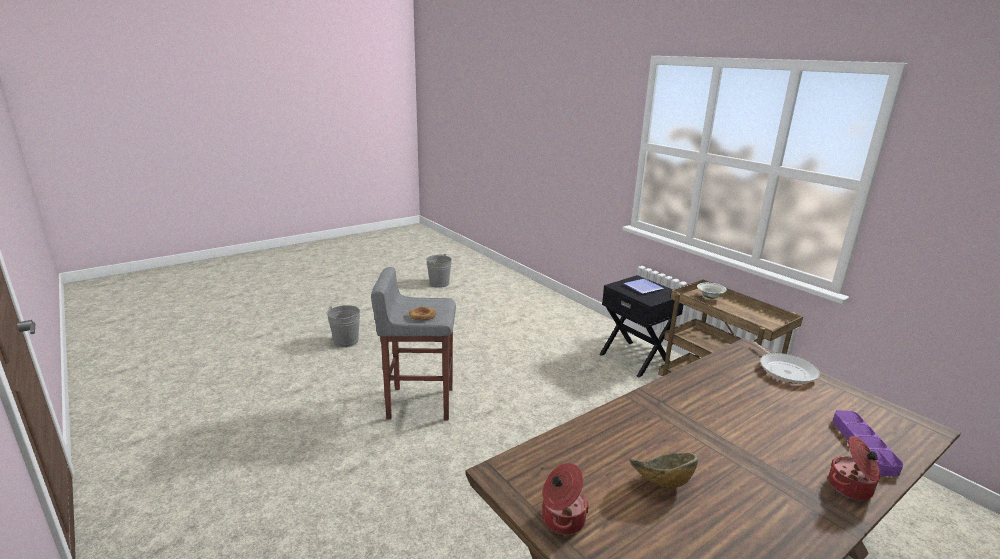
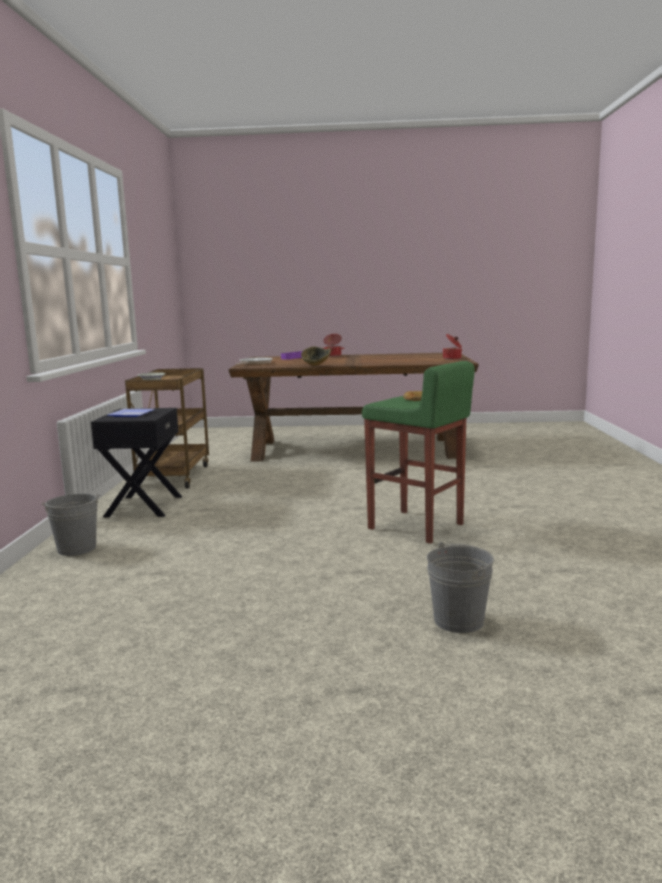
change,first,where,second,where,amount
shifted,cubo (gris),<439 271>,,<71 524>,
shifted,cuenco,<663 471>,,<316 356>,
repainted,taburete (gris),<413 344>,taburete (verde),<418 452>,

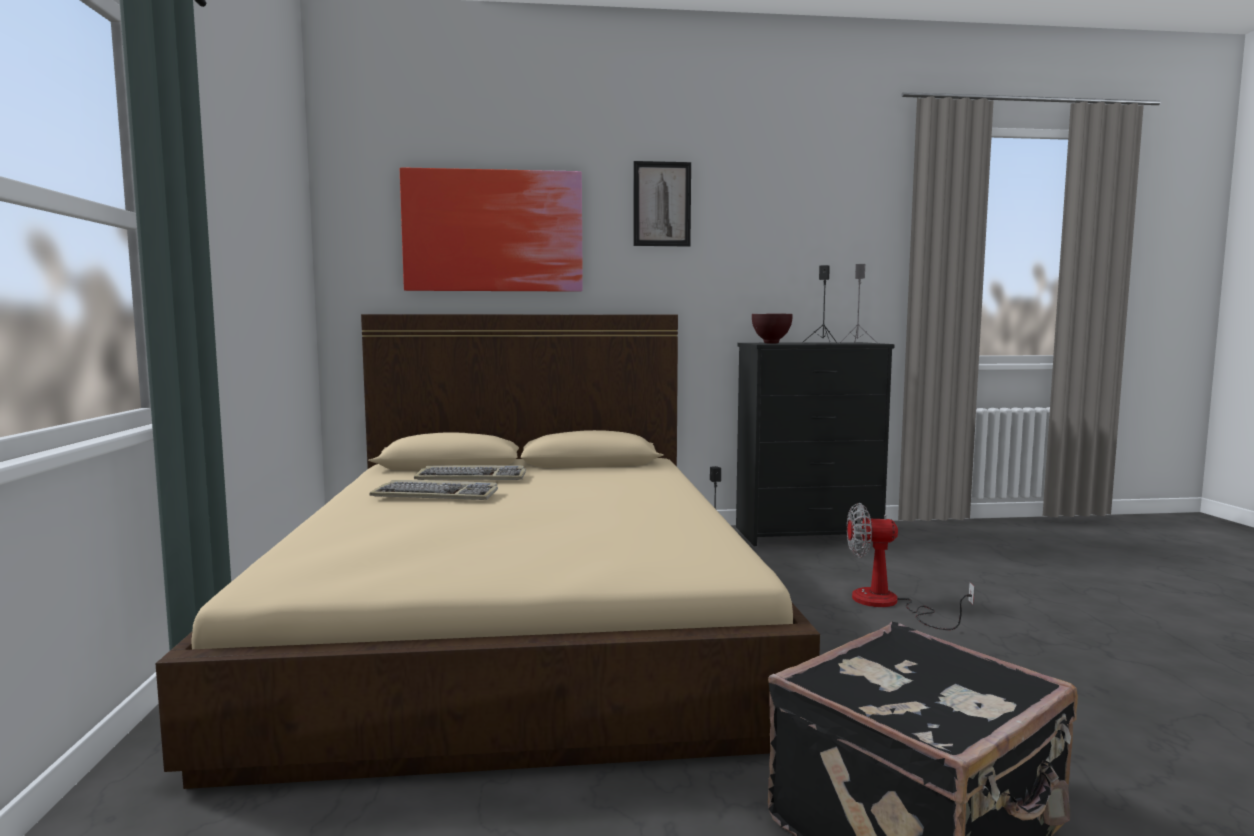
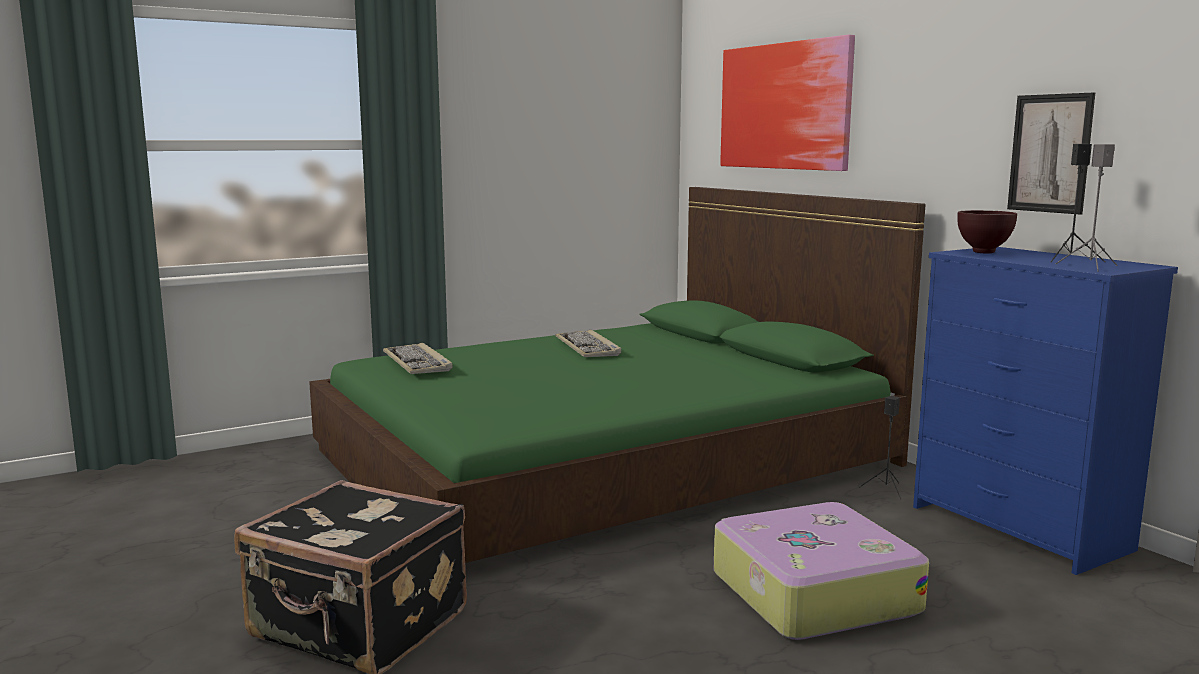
change,first,where,second,where,amount
repainted,cama (beis),<488 551>,cama (verde),<617 375>,
shifted,teclado,<470 472>,,<418 358>,
swapped,ventilador,<911 566>,maleta,<821 571>,
repainted,cómoda (negro),<815 444>,cómoda (azul),<1045 411>,
shifted,cuadro,<662 204>,,<1051 154>,

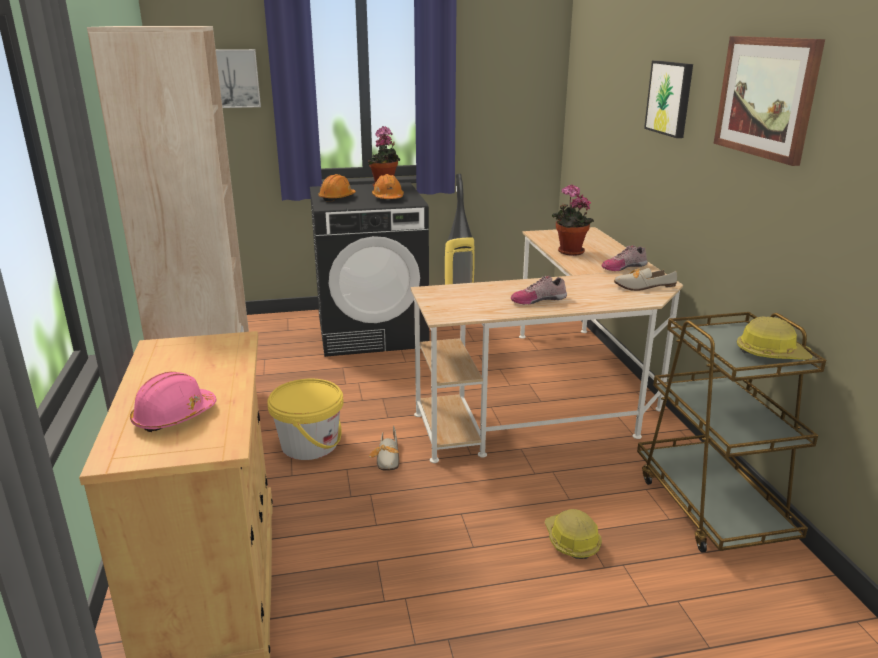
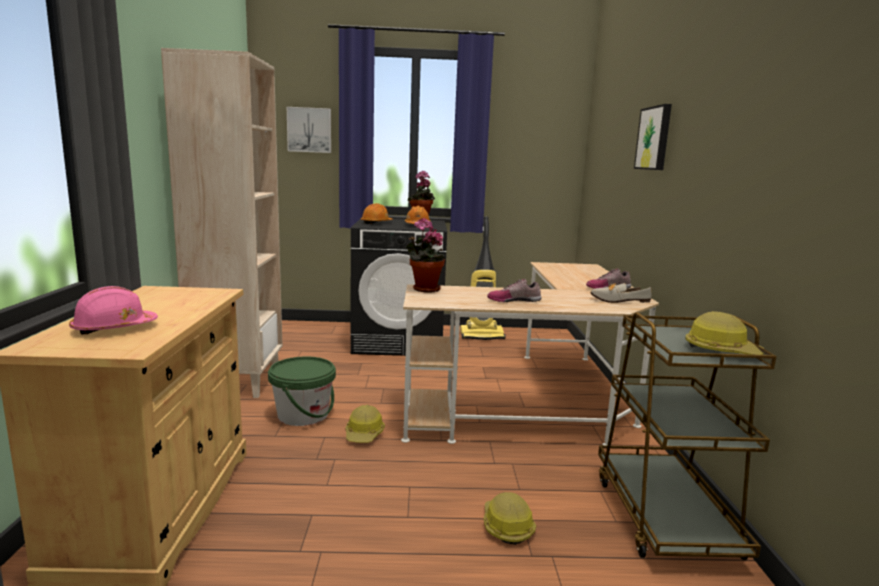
change,first,where,second,where,amount
repainted,cubo (amarillo),<305 419>,cubo (verde),<302 391>,
swapped,zapato,<384 448>,casco,<365 424>,
shifted,planta en maceta,<573 220>,,<425 255>,
gone,cuadro,<769 101>,,,

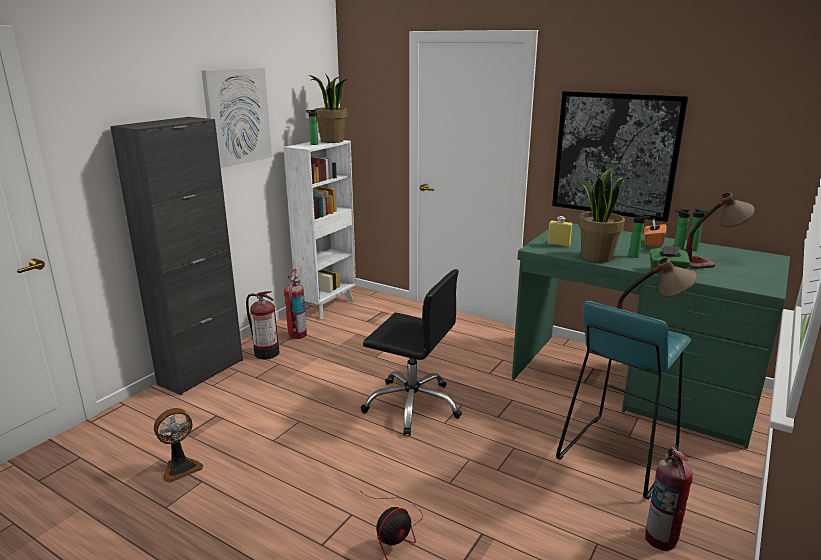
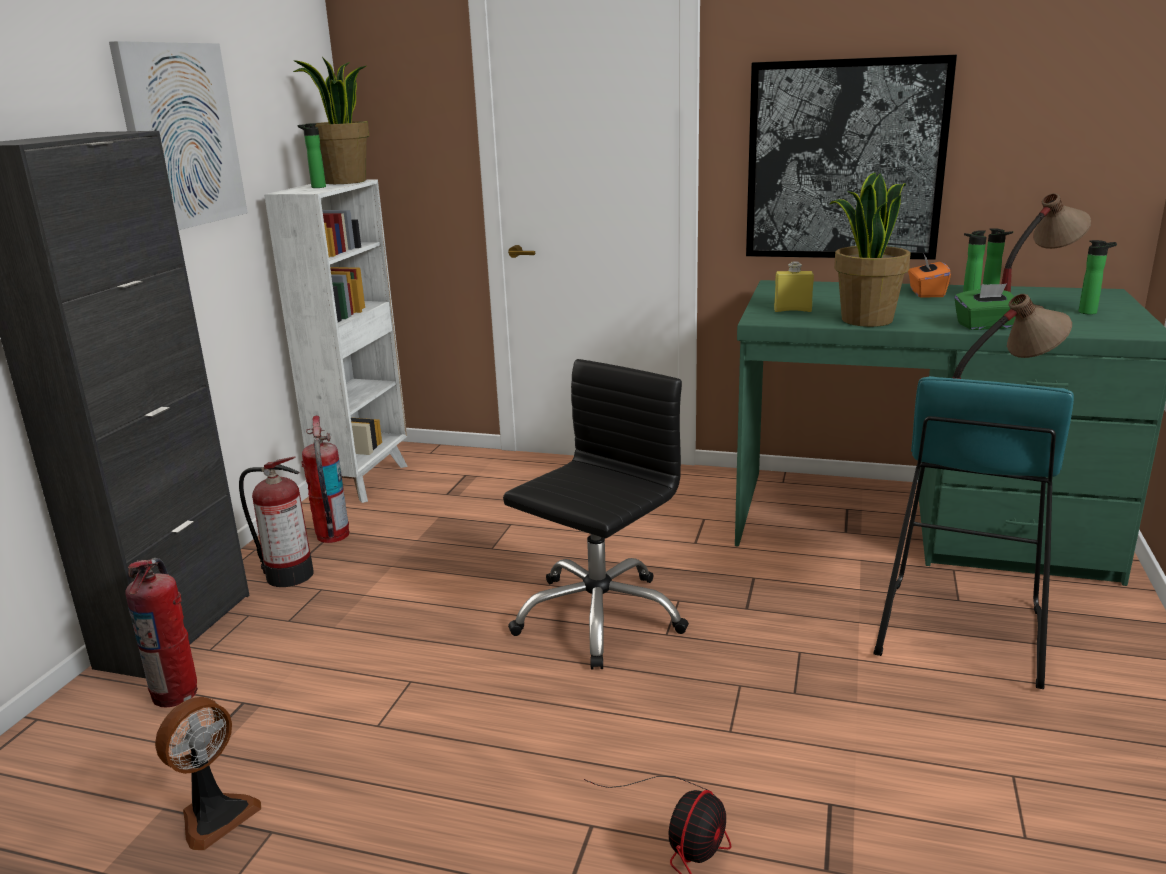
change,first,where,second,where,amount
shifted,extintor,<669 499>,,<161 632>,
rotated,silla de oficina (negro),<411 352>,,<596 514>,60 degrees counterclockwise
shifted,botella,<639 236>,,<1098 277>,

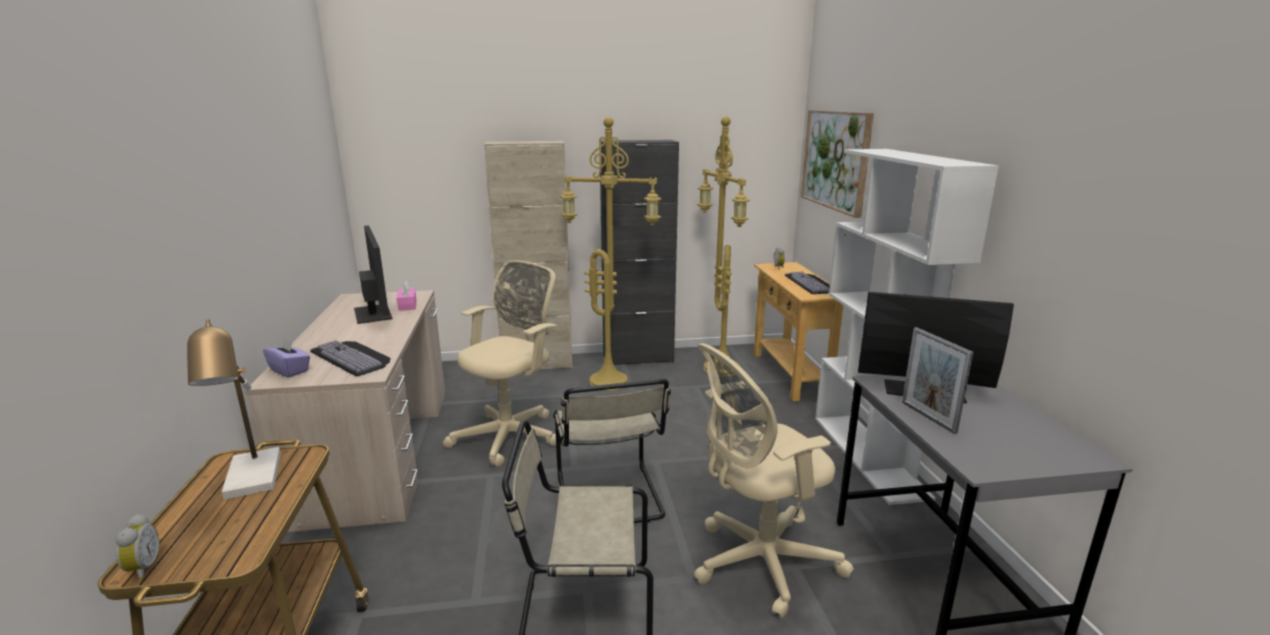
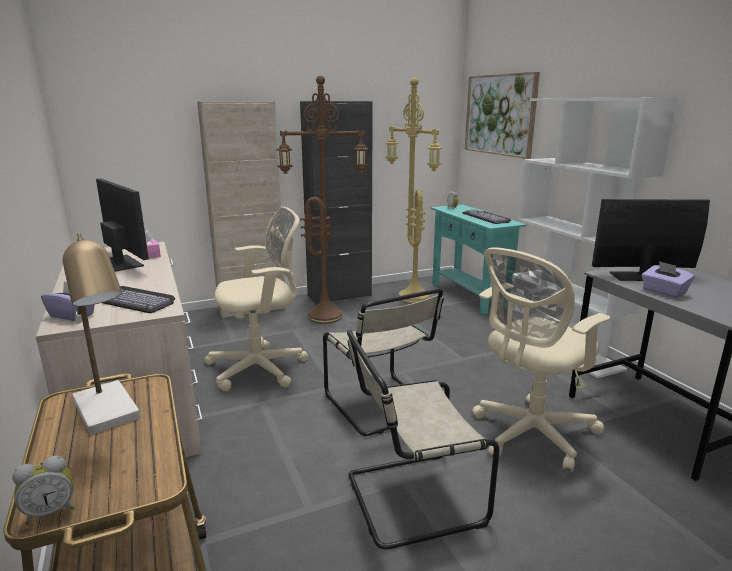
change,first,where,second,where,amount
rotated,despertador,<137 547>,,<43 490>,90 degrees clockwise
rotated,silla de oficina (beis),<500 363>,,<257 298>,45 degrees clockwise
repainted,lámpara de pie (amarillo),<610 254>,lámpara de pie (marrón),<323 199>,
repainted,mesa consola (beis),<798 331>,mesa consola (turquesa),<478 259>,
swapped,portarretratos,<938 380>,caja de pañuelos (morado),<668 279>,

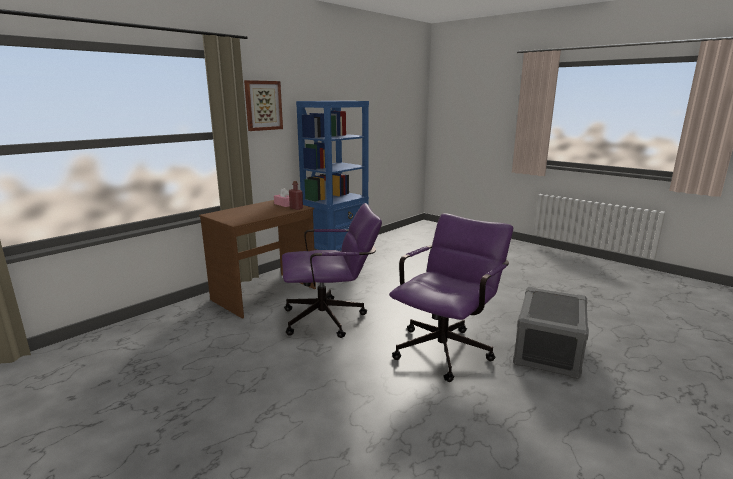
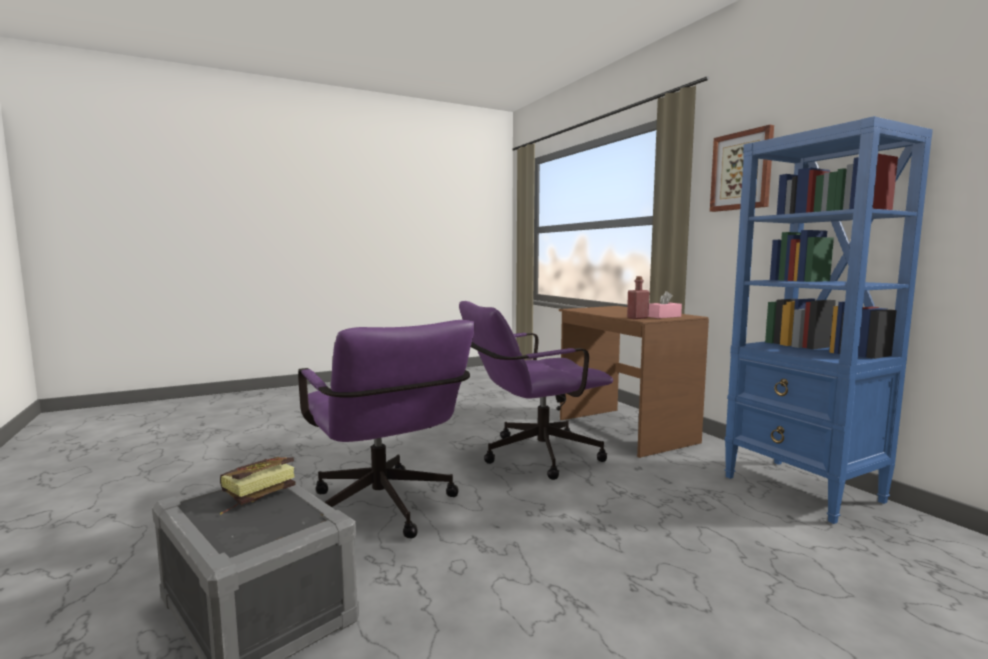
change,first,where,second,where,amount
new,,,libro,<257 486>,
rotated,silla de oficina (morado),<332 270>,,<536 390>,60 degrees clockwise

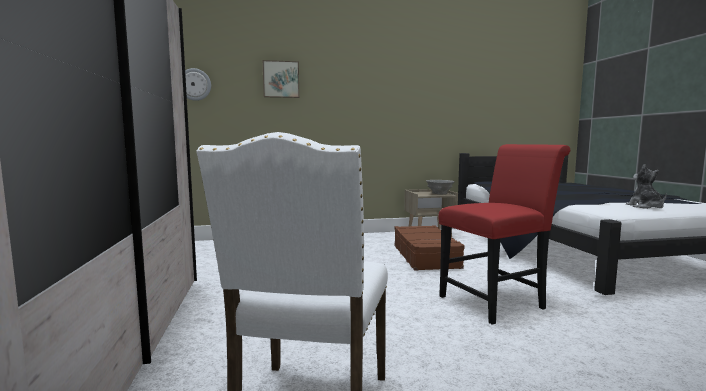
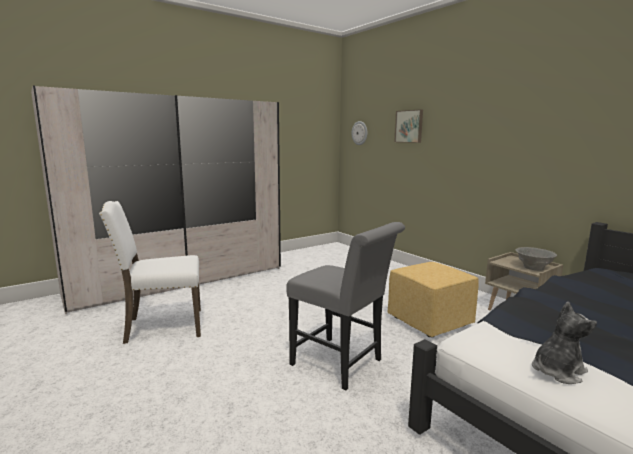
change,first,where,second,where,amount
repainted,silla (rojo),<504 234>,silla (gris),<345 306>,
swapped,maleta (marrón),<429 248>,puf (amarillo),<433 299>,

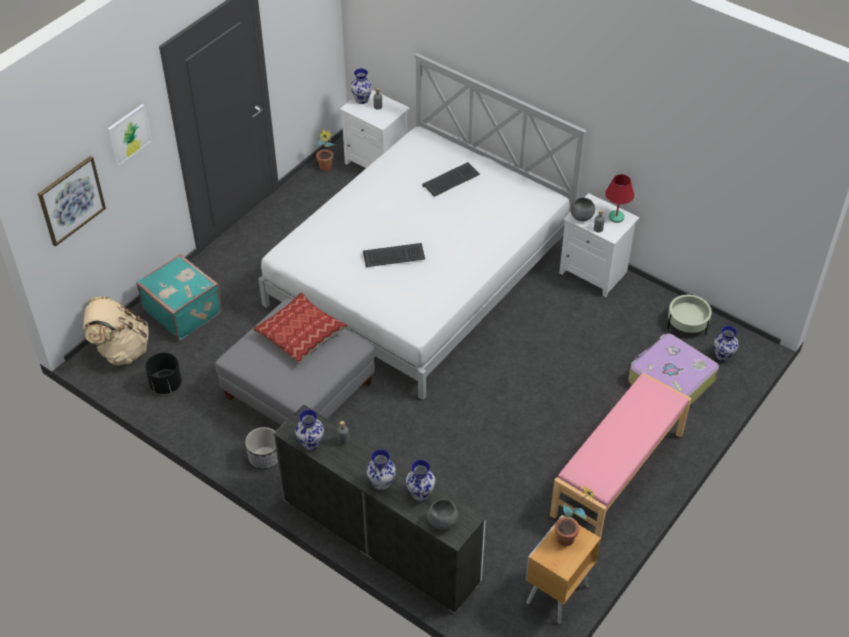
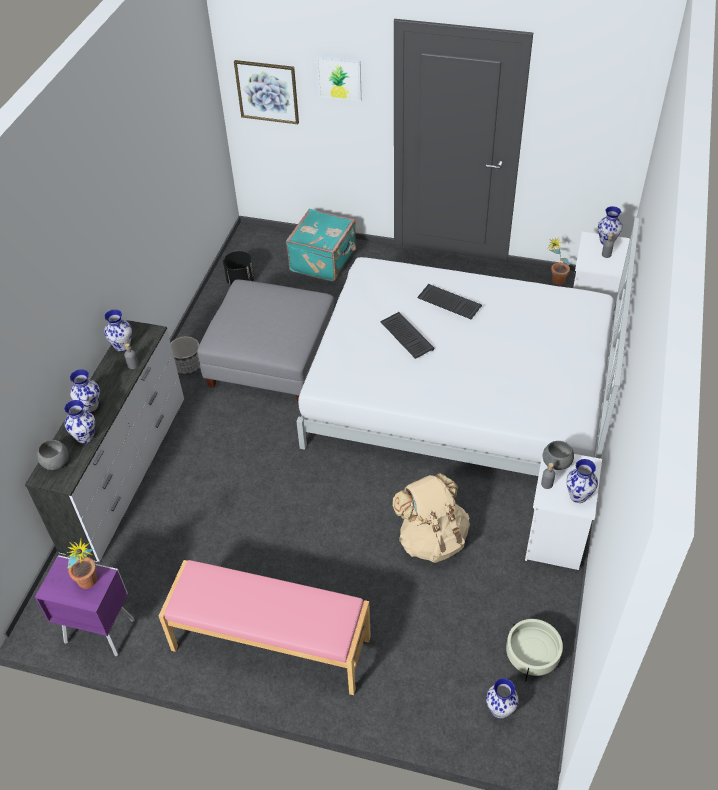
change,first,where,second,where,amount
repainted,mesita de noche (marrón),<563 569>,mesita de noche (morado),<84 605>,
shifted,mochila (beis),<116 330>,,<431 518>,
shifted,teclado,<451 179>,,<449 301>,
swapped,lámpara de mesa (rojo),<619 198>,florero,<582 481>,
gone,cojín,<300 328>,,,
gone,maleta,<673 369>,,,

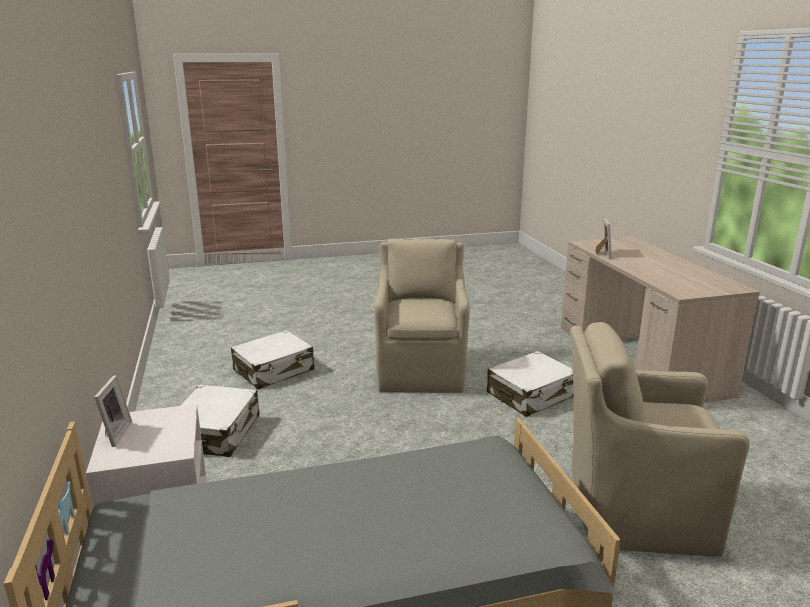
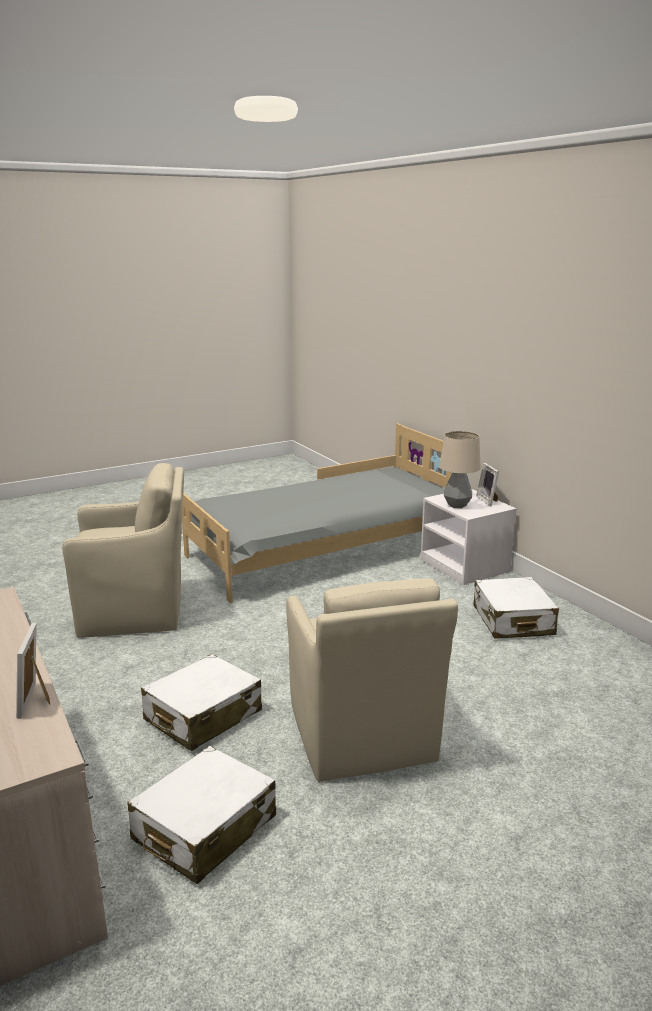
change,first,where,second,where,amount
shifted,maleta (blanco),<273 359>,,<201 815>,
new,,,lámpara de mesa,<460 469>,

